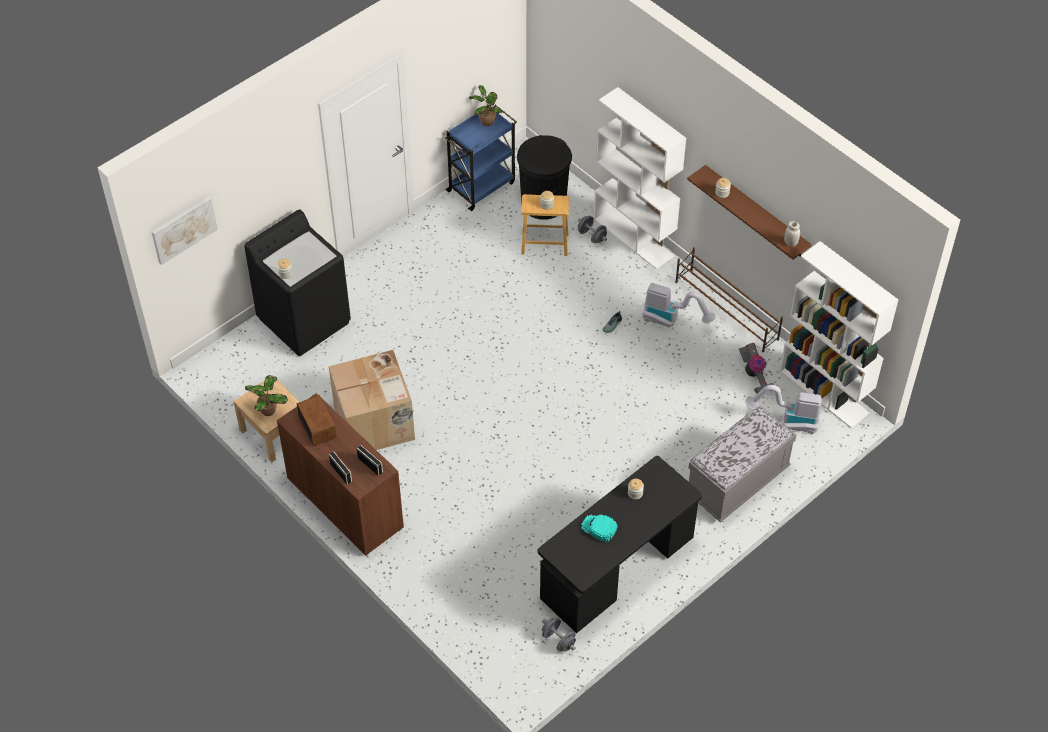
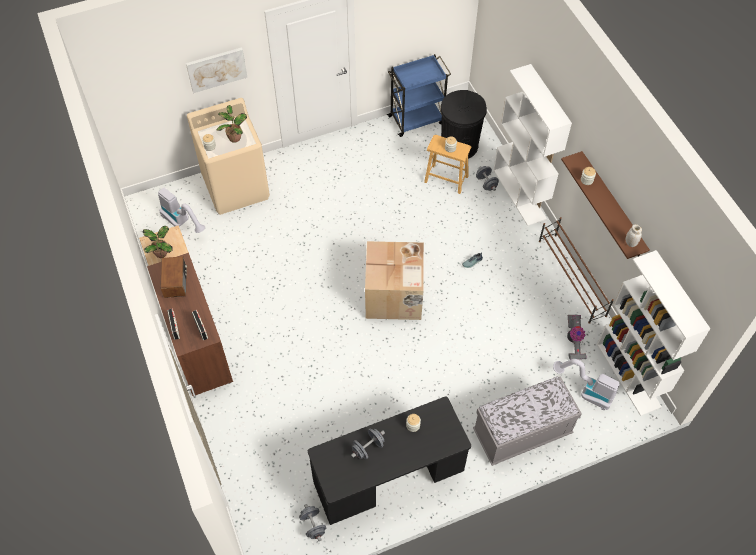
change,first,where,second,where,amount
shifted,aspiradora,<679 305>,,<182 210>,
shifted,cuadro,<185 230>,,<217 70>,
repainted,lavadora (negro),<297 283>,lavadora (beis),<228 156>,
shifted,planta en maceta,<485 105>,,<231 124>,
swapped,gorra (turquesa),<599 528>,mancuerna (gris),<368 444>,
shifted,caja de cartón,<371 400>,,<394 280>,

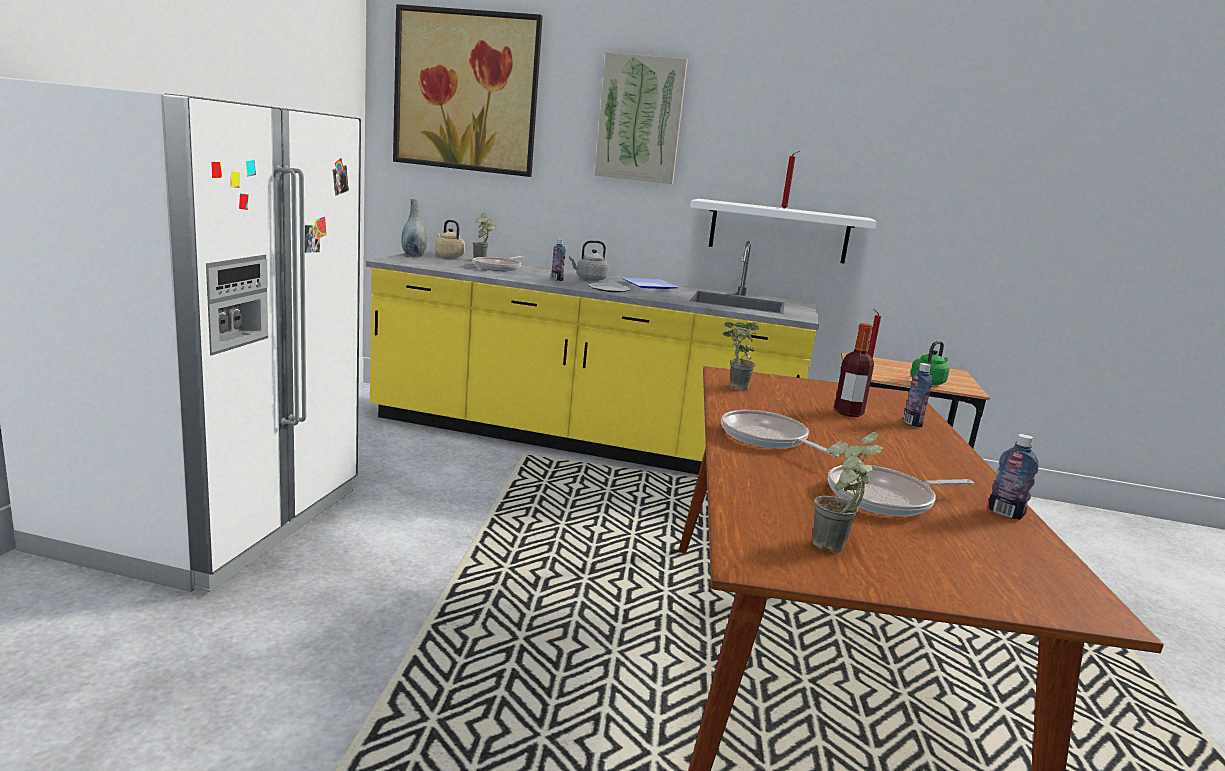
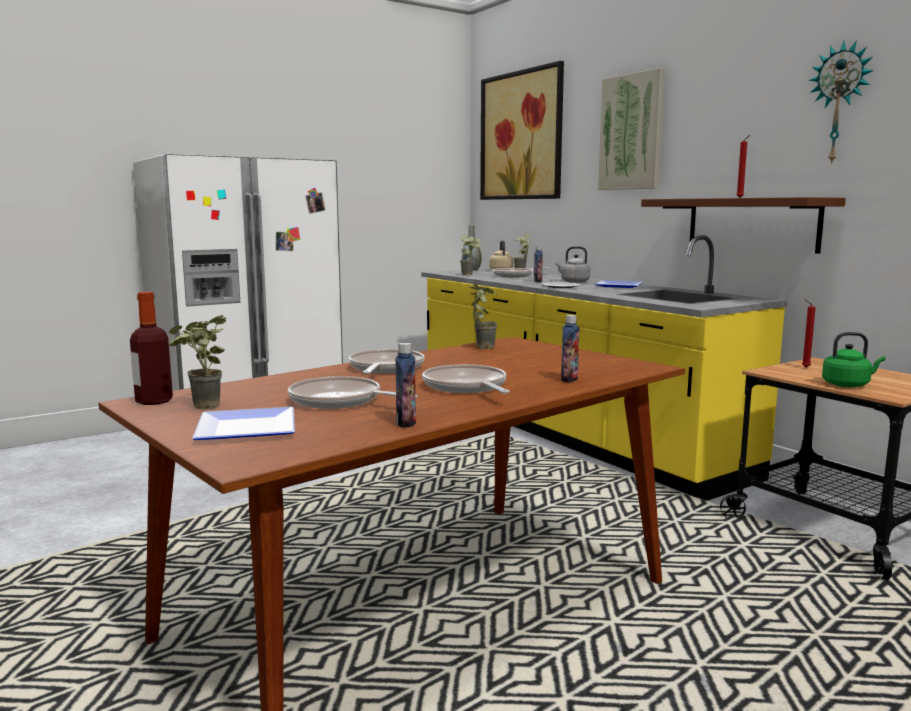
change,first,where,second,where,amount
shifted,botella,<854 370>,,<151 348>,
new,,,plato,<243 423>,
new,,,sartén,<466 378>,
new,,,planta en maceta,<470 254>,
repainted,estante (blanco),<783 231>,estante (marrón),<743 225>,
new,,,reloj de pared,<841 102>,

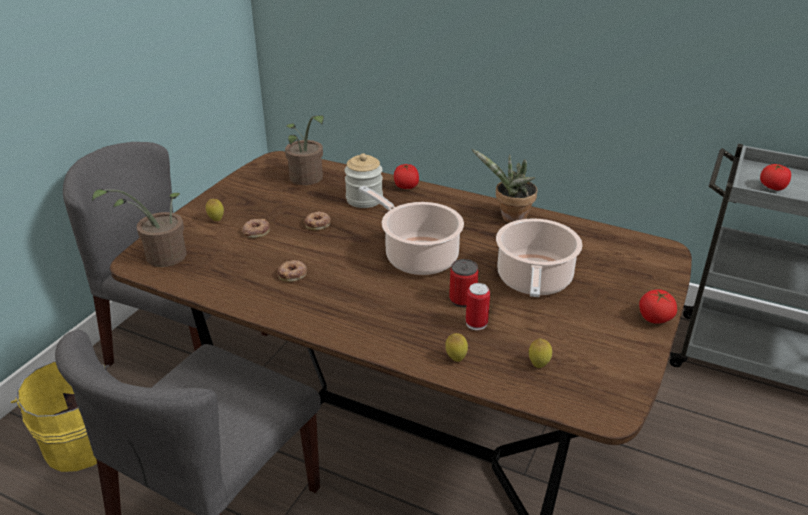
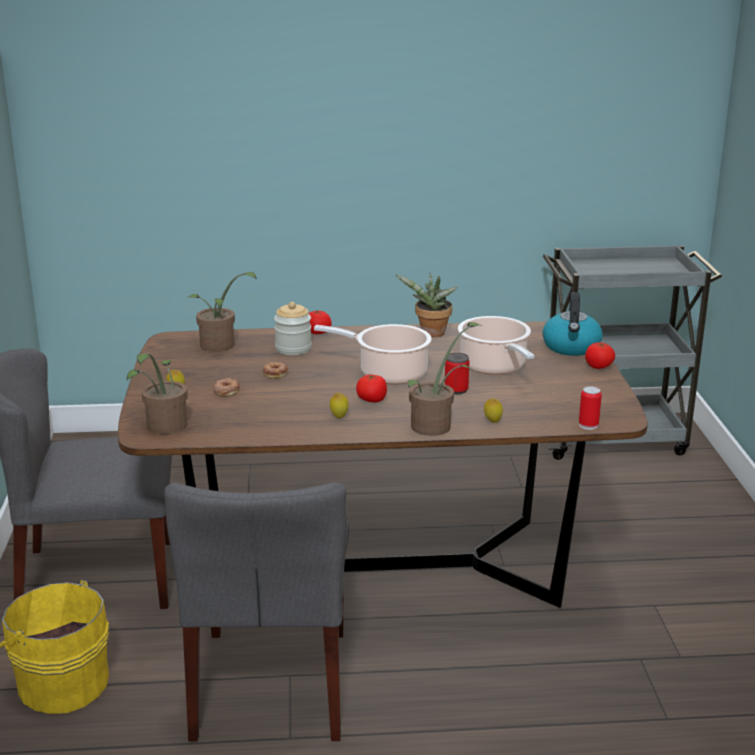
change,first,where,second,where,amount
shifted,limón,<540 353>,,<339 405>,
shifted,tomate,<775 177>,,<371 388>,
new,,,planta en maceta,<445 379>,
new,,,hervidor,<572 324>,
shifted,lata,<478 306>,,<590 408>,
gone,rosquilla,<292 271>,,,

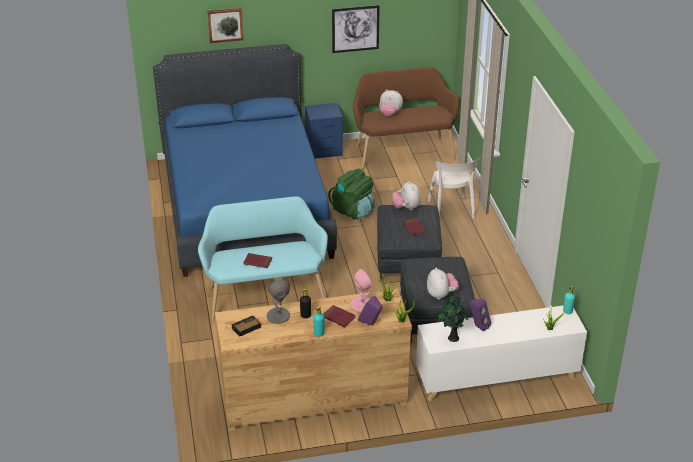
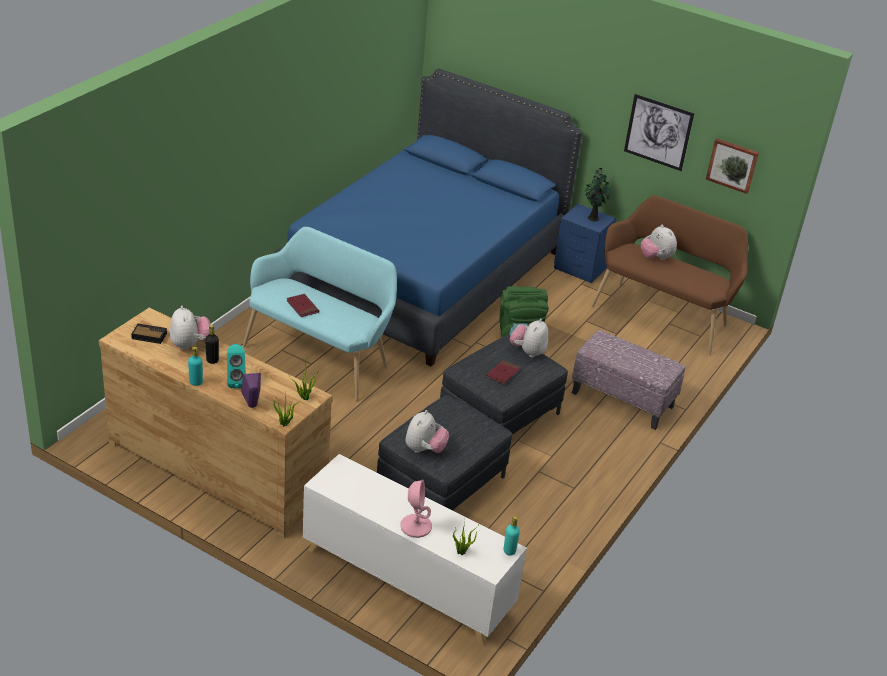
change,first,where,second,where,amount
swapped,lámpara de mesa (gris),<278 302>,peluche,<190 328>,
swapped,libro (rojo),<339 316>,altavoz (turquesa),<236 366>,
shifted,lámpara de mesa (rosa),<361 290>,,<416 508>,
swapped,silla (blanco),<454 187>,puf,<628 380>,
shifted,planta en maceta,<453 317>,,<597 194>,
shifted,cuadro,<225 25>,,<732 166>,
gone,altavoz (morado),<480 315>,,,

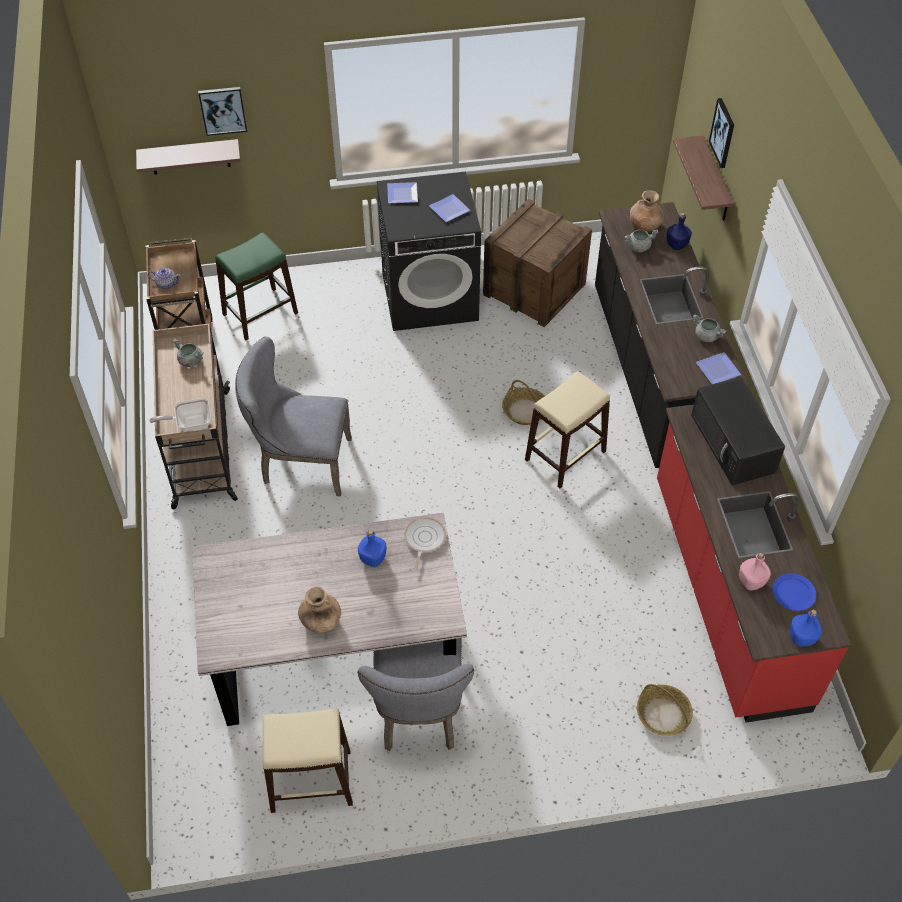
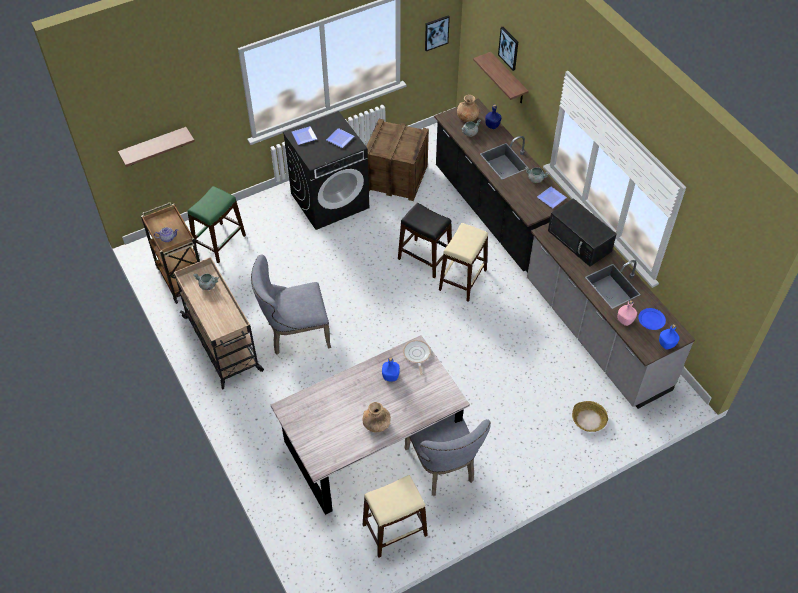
change,first,where,second,where,amount
swapped,cesta,<523 402>,taburete (negro),<425 241>,
shifted,cuadro,<222 111>,,<437 33>,
repainted,mueble bajo de cocina (rojo),<754 564>,mueble bajo de cocina (gris),<611 316>,
gone,sartén,<180 414>,,,

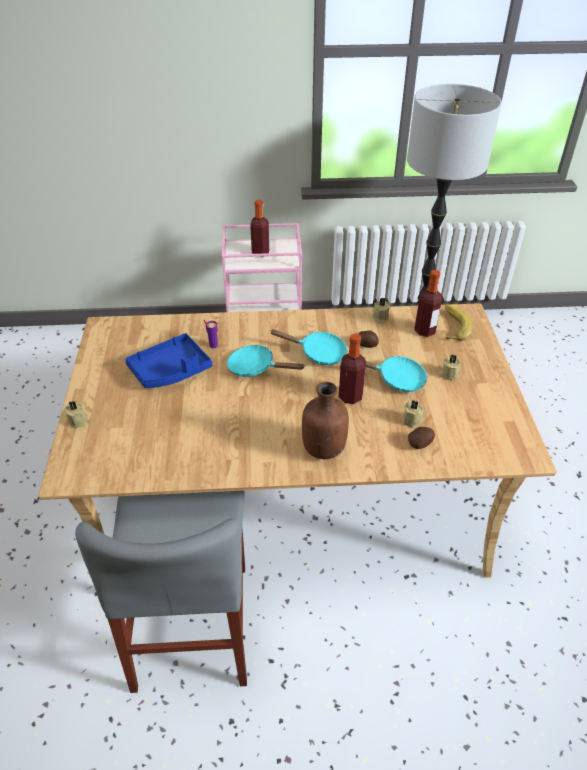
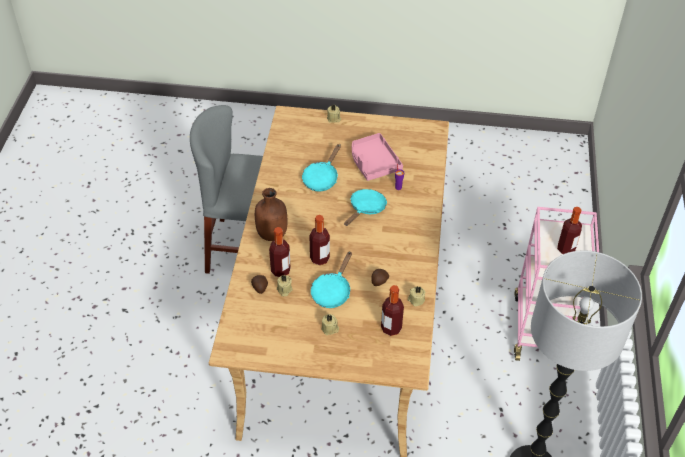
change,first,where,second,where,amount
new,,,botella,<280 252>,
shifted,sartén (turquesa),<308 347>,,<321 168>,
repainted,bandeja (azul),<168 360>,bandeja (rosa),<377 157>,
gone,plátano,<459 323>,,,

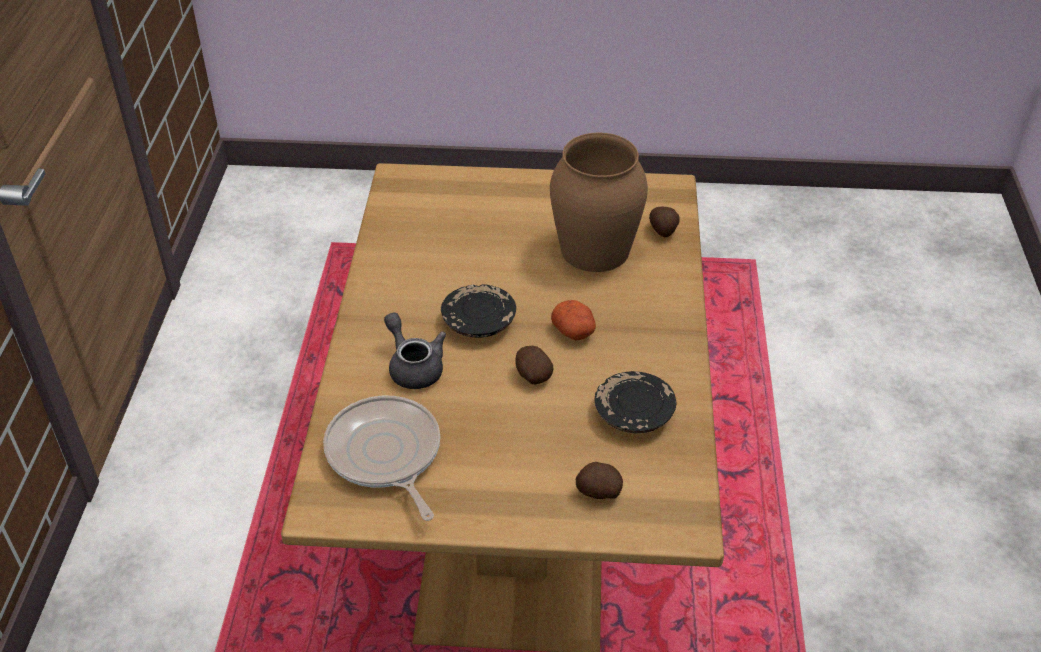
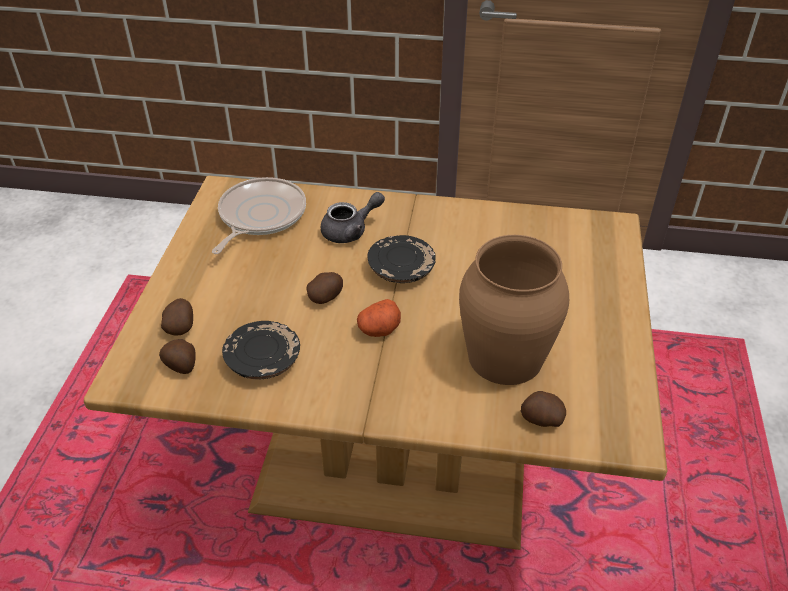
change,first,where,second,where,amount
new,,,patata,<177 356>,
rotated,sartén,<381 458>,,<259 215>,45 degrees counterclockwise

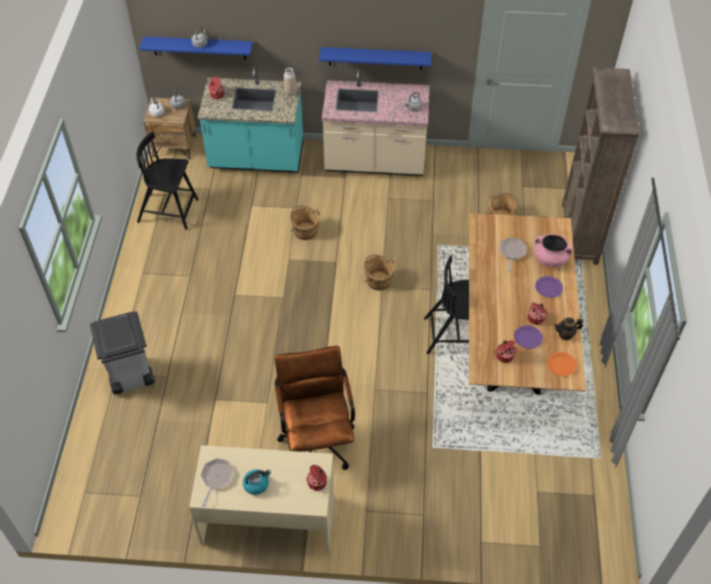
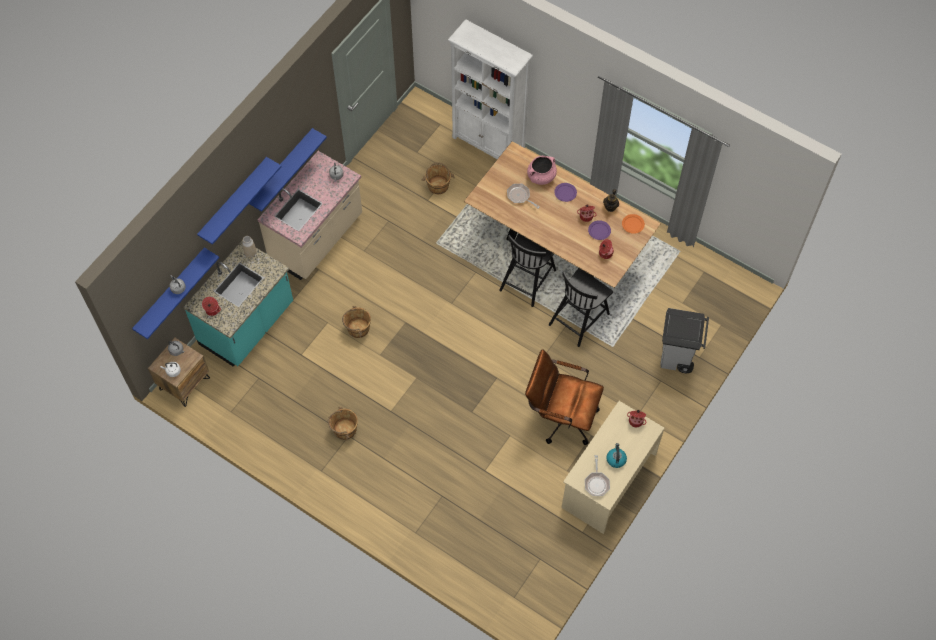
change,first,where,second,where,amount
new,,,estante (azul),<239 201>,
shifted,cubo (marrón),<379 272>,,<343 423>,
repainted,estantería (marrón),<601 166>,estantería (blanco),<490 89>,
shifted,silla (negro),<168 181>,,<581 307>,
rotated,sartén,<217 482>,,<597 475>,135 degrees counterclockwise
shifted,papelera (gris),<122 352>,,<684 341>,

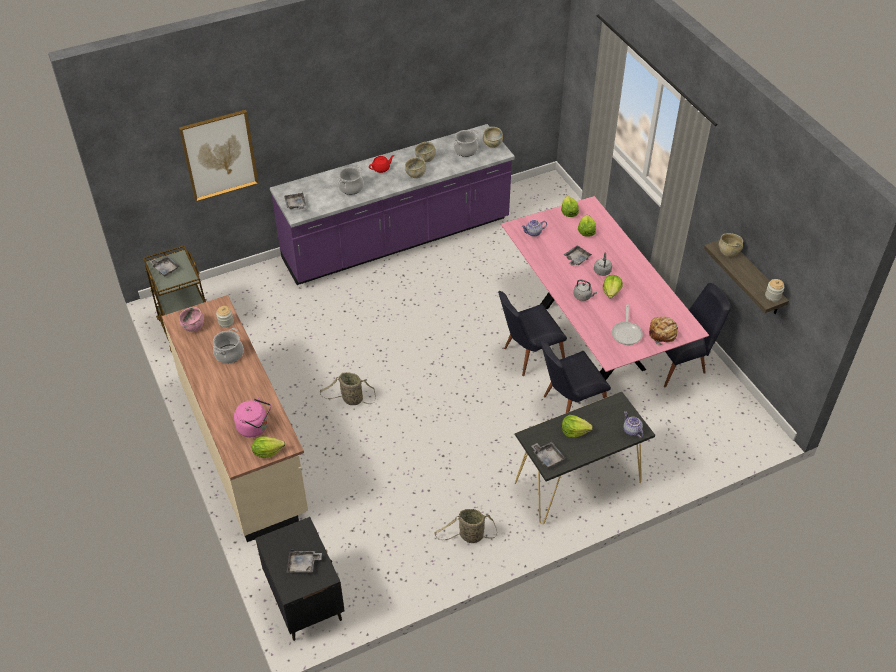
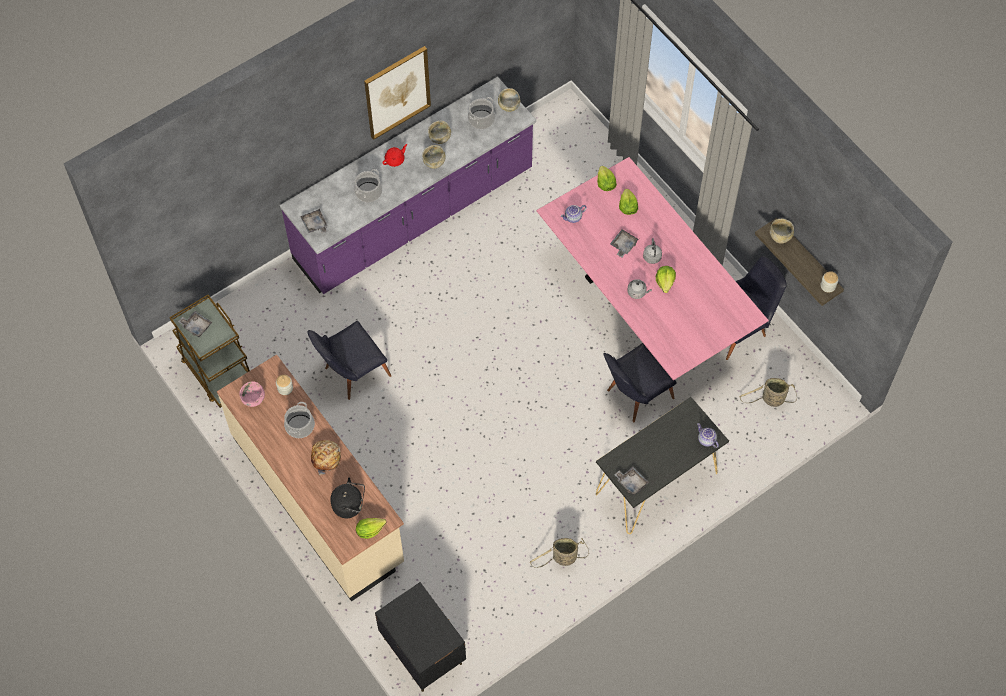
change,first,where,second,where,amount
shifted,silla (negro),<532 333>,,<349 360>,
shifted,pan,<663 330>,,<326 457>,
repainted,hervidor (rosa),<252 417>,hervidor (negro),<347 498>,
shifted,cuadro,<219 156>,,<397 93>,
shifted,cesta,<348 388>,,<768 392>,
gone,bandeja (gris),<304 561>,,,
gone,lechuga,<577 426>,,,
gone,sartén,<627 324>,,,

